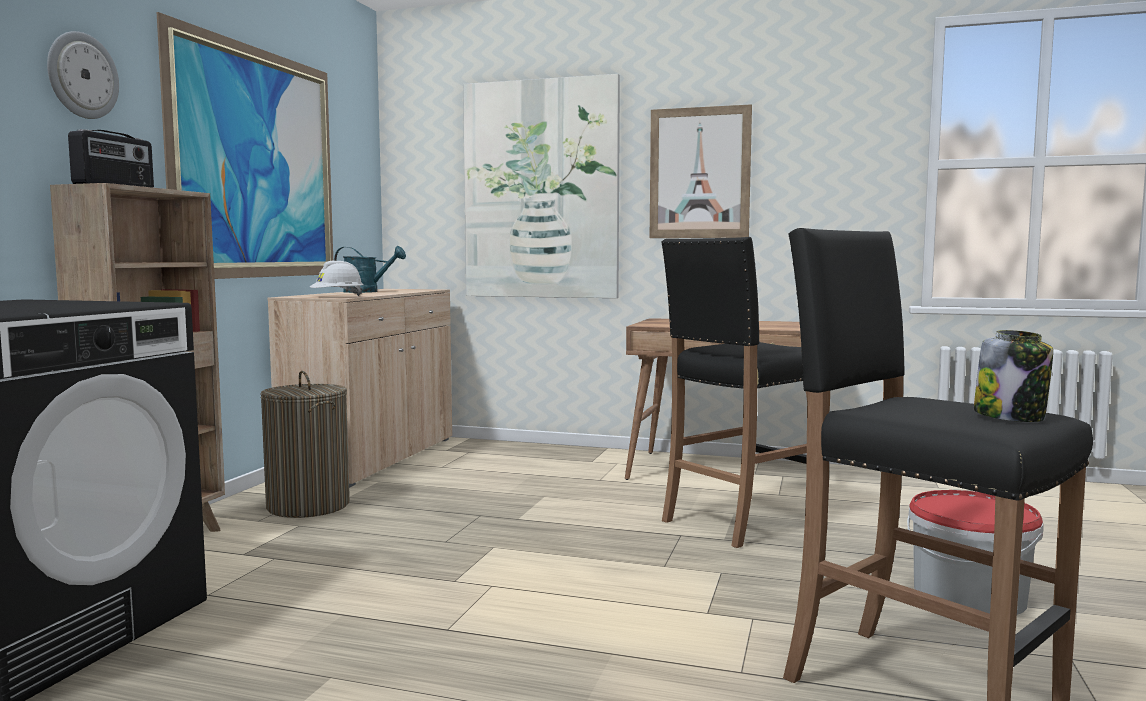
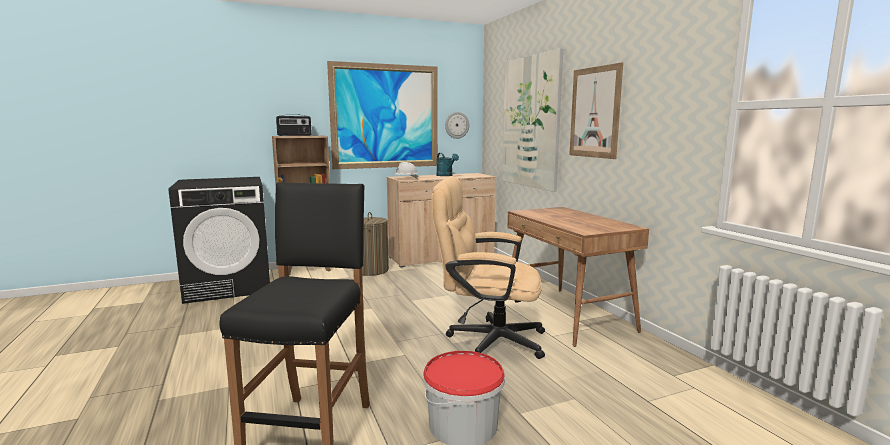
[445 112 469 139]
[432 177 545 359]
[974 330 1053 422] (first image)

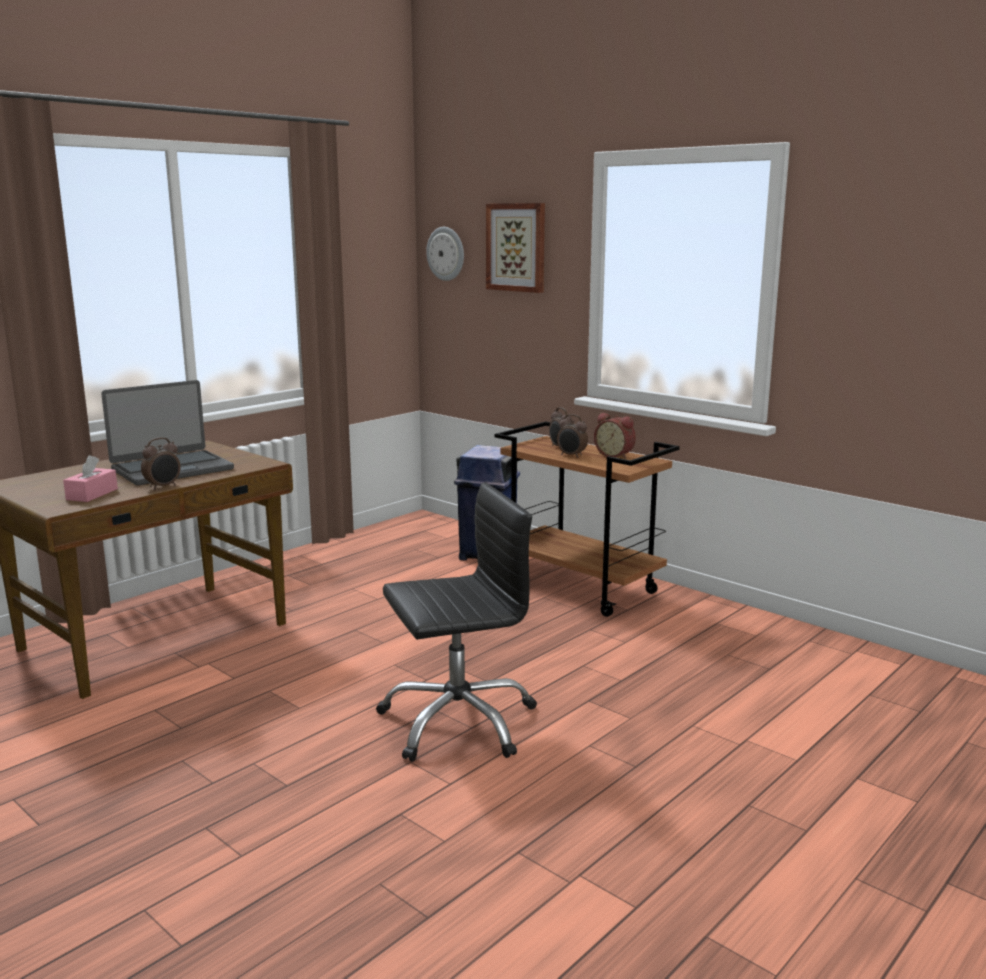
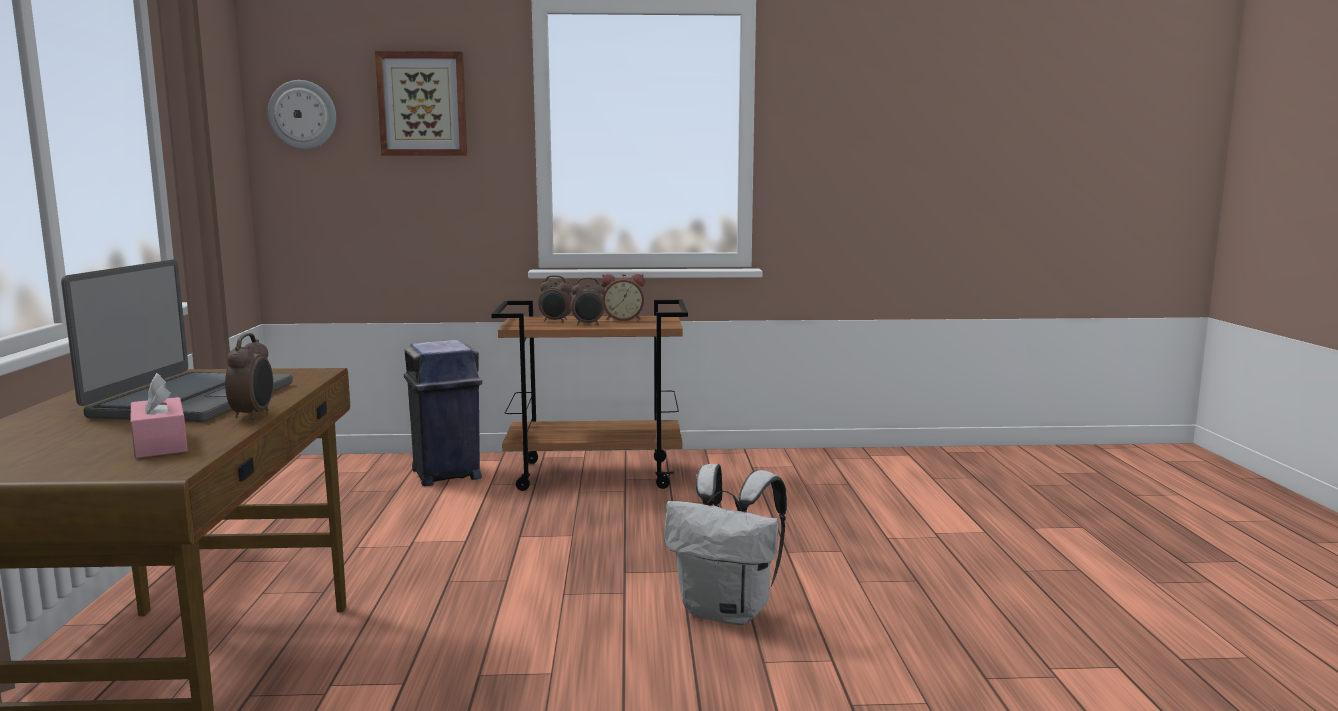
[664 464 787 625]

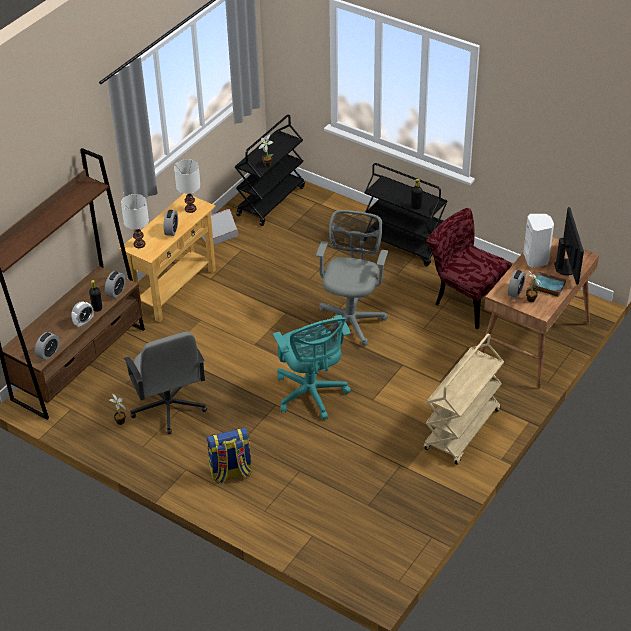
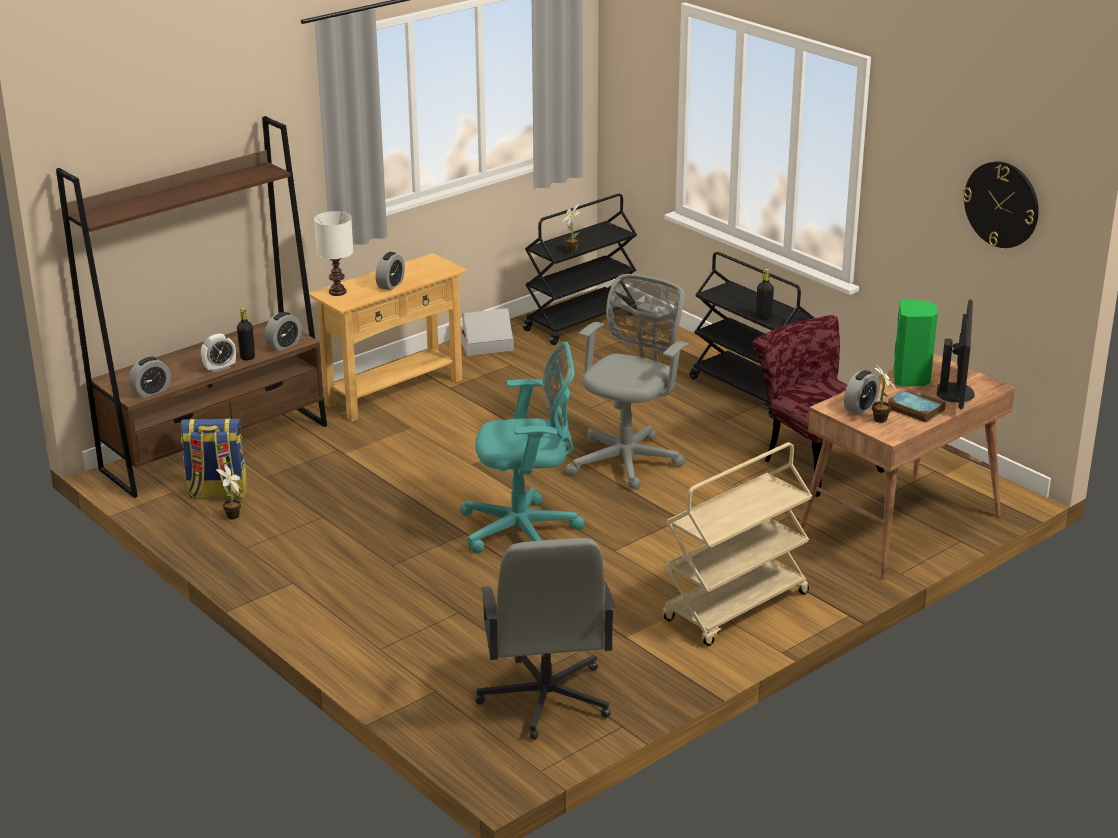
[174 159 201 213] (first image)
[893 299 938 386]
[460 342 585 554]
[475 538 615 740]
[181 418 247 499]
[963 161 1039 248]

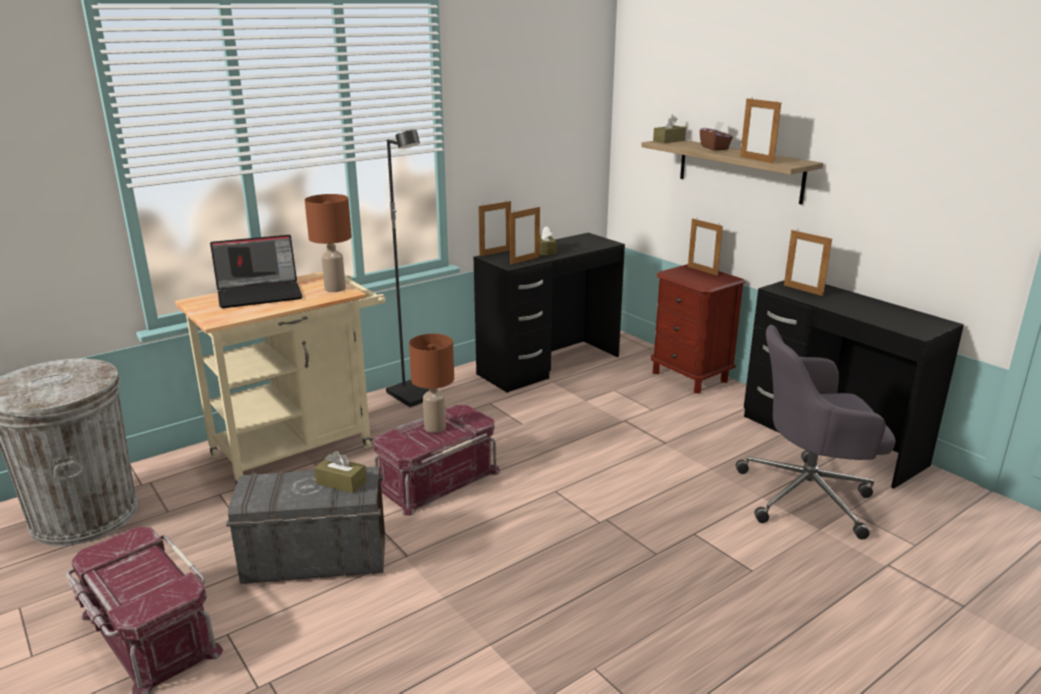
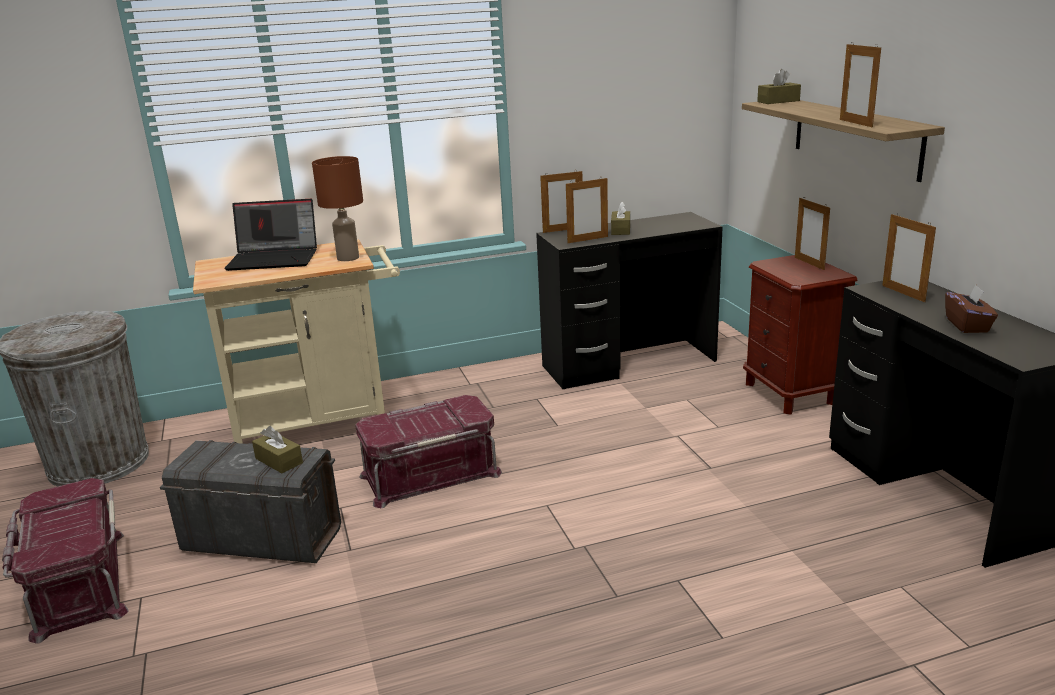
[945 285 998 333]
[386 130 429 408] (first image)
[736 325 895 539] (first image)
[409 334 454 433] (first image)

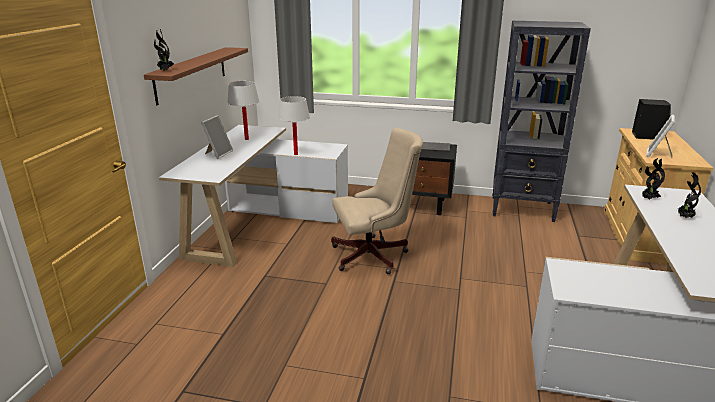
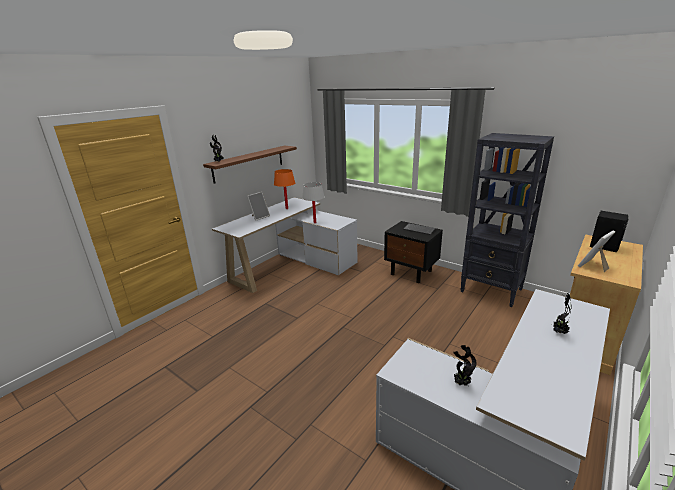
[274 169 295 209]
[331 128 423 274] (first image)
[453 345 477 386]

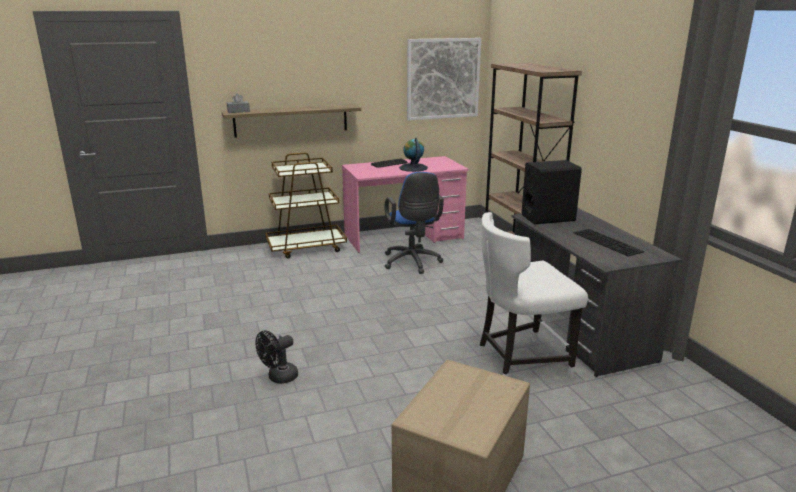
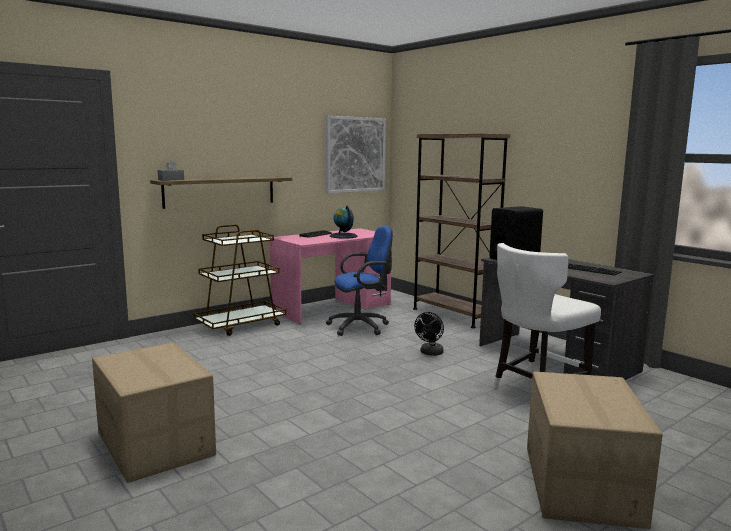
[326 226 393 336]
[414 312 444 356]
[92 342 216 483]

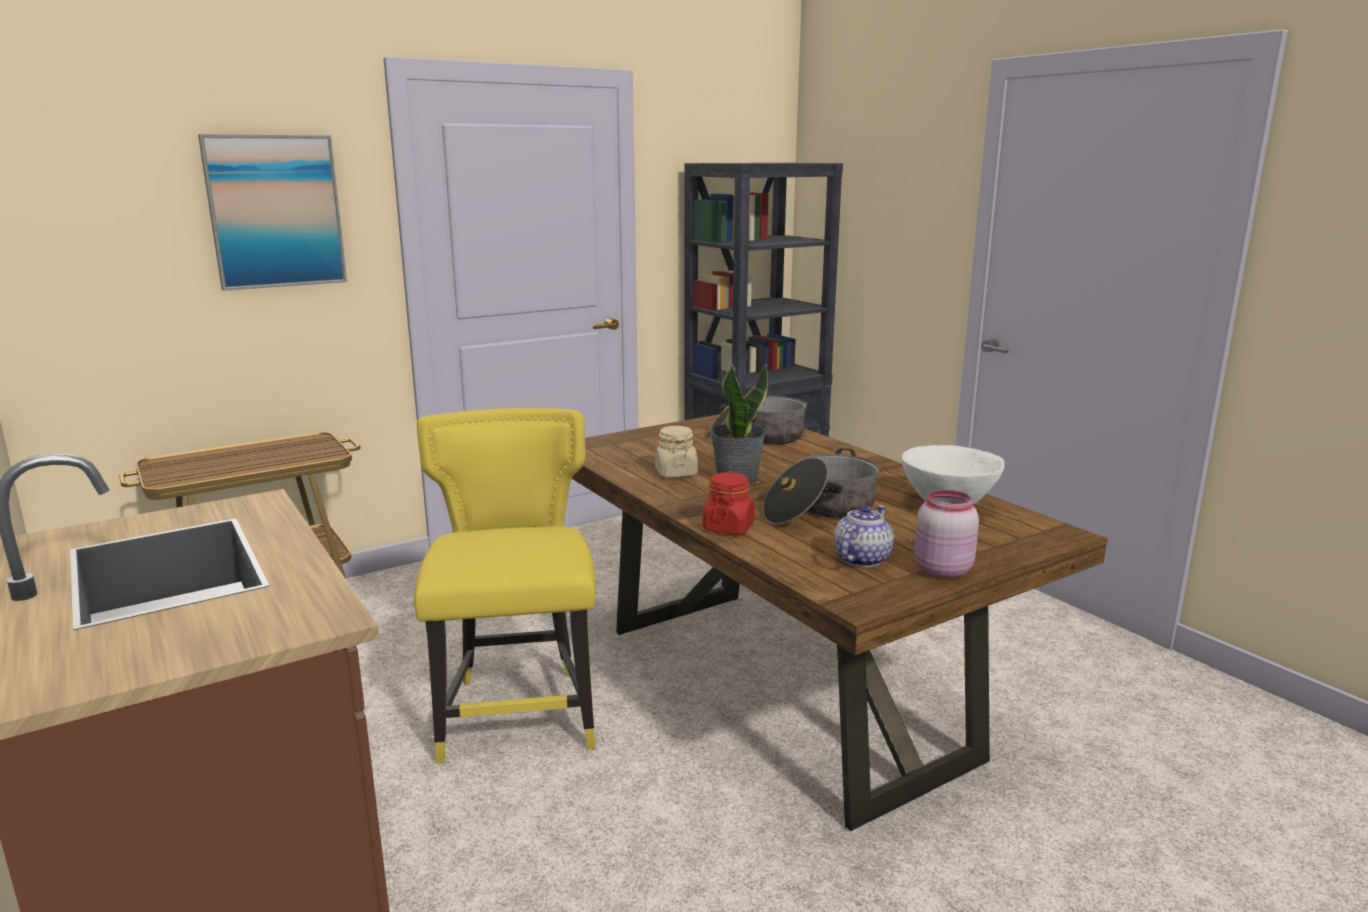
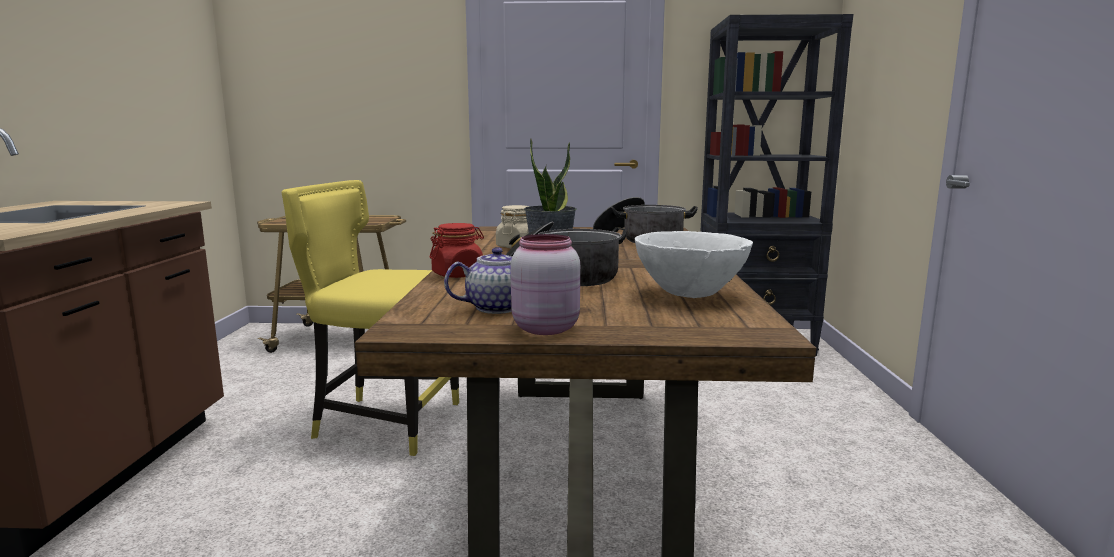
[198 134 347 291] (first image)
[282 180 459 456]

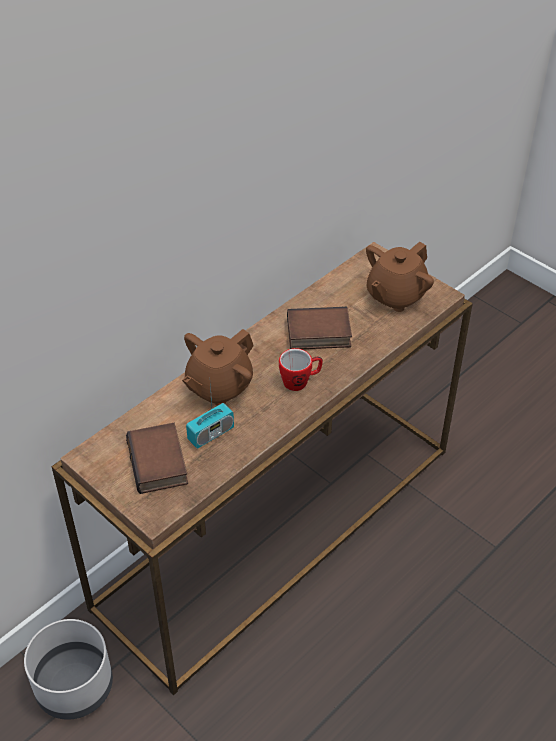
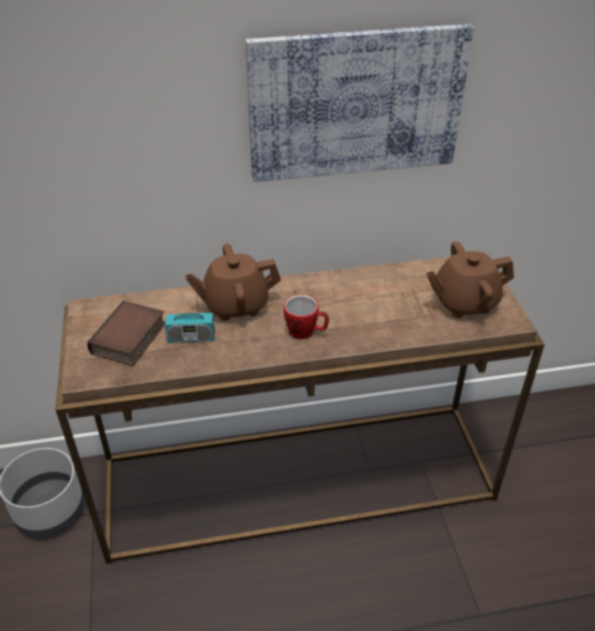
[287 307 352 349] (first image)
[246 24 474 182]

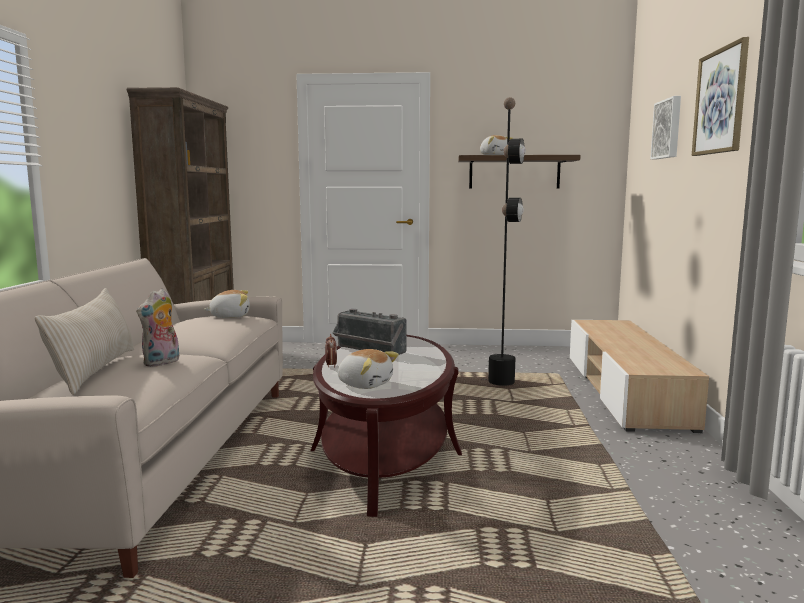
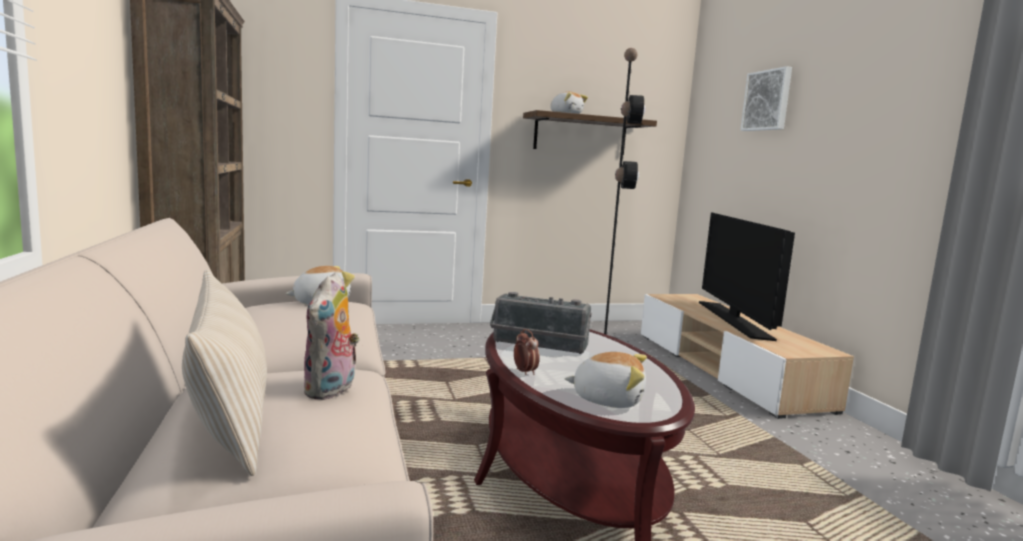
[692 37 749 156] (first image)
[699 212 795 341]

